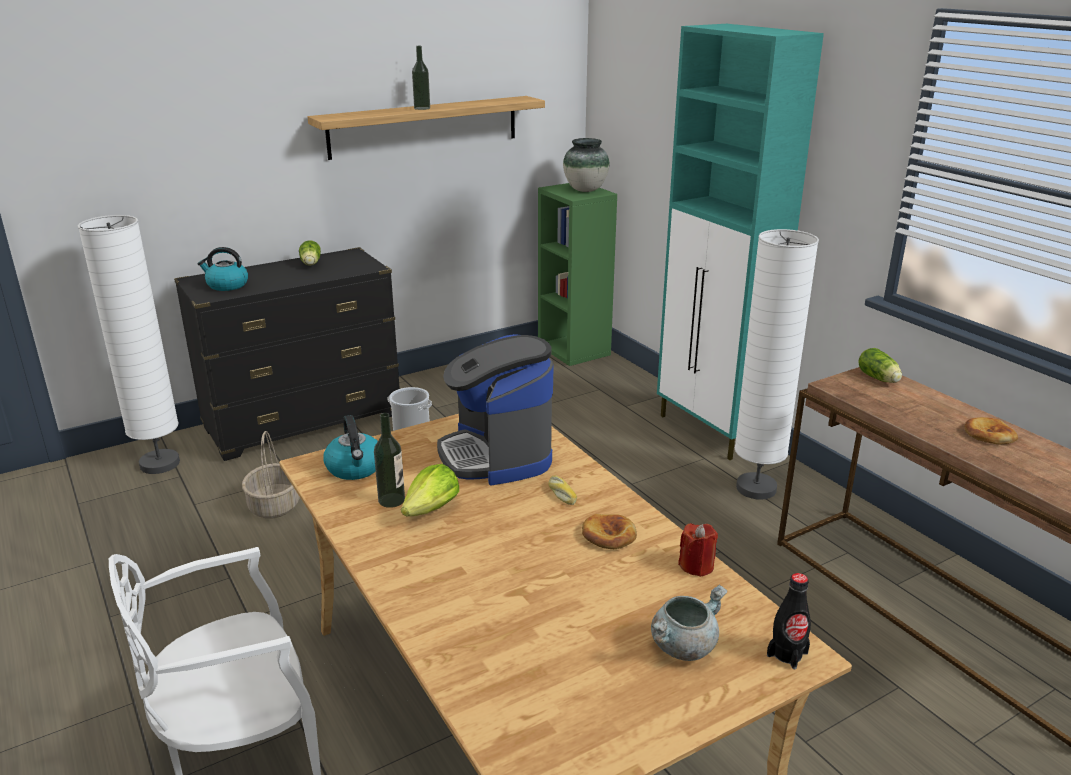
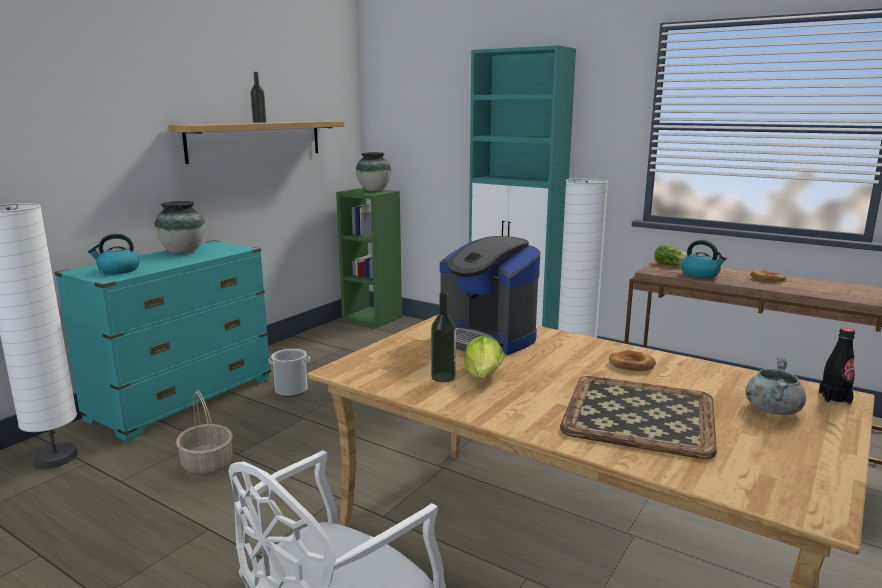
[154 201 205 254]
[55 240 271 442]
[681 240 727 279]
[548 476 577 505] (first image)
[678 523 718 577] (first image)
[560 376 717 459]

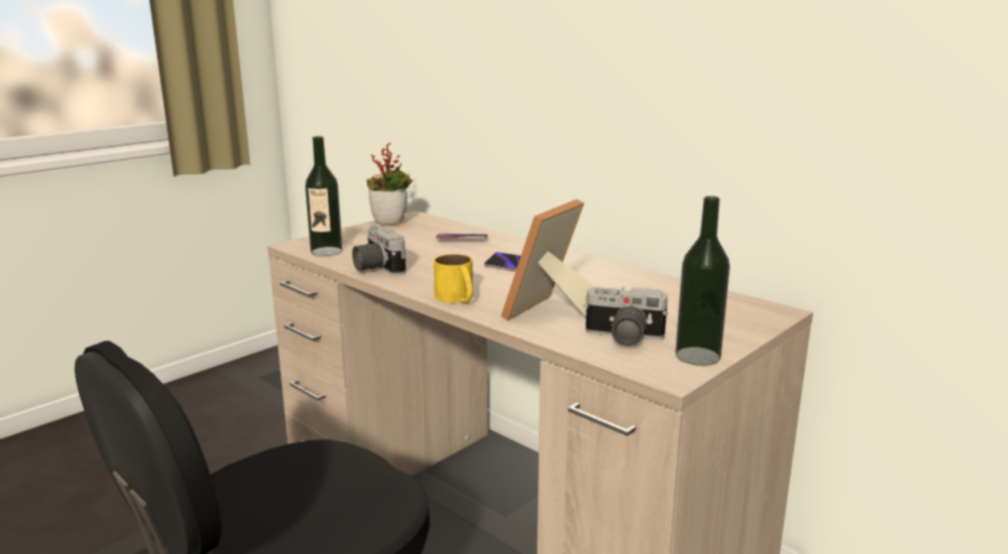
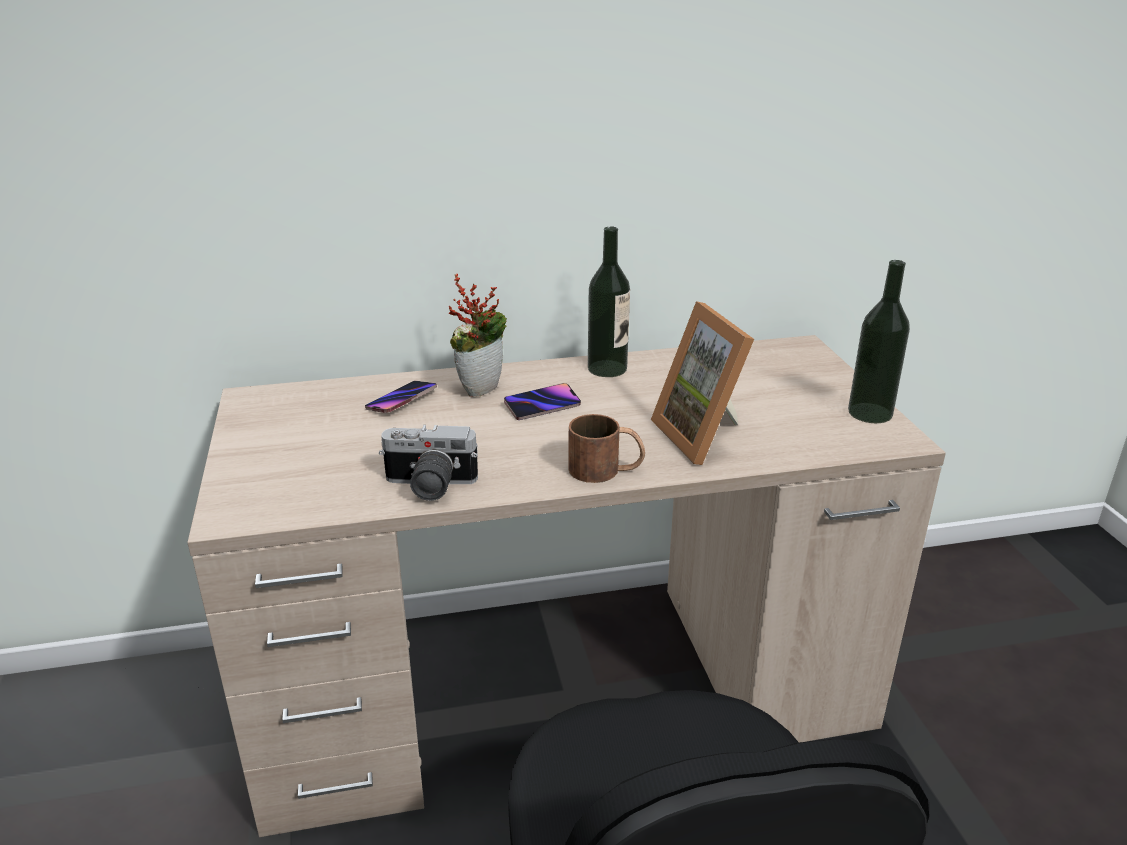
[588 226 630 377]
[449 273 507 397]
[569 414 645 483]
[583 286 668 346] (first image)

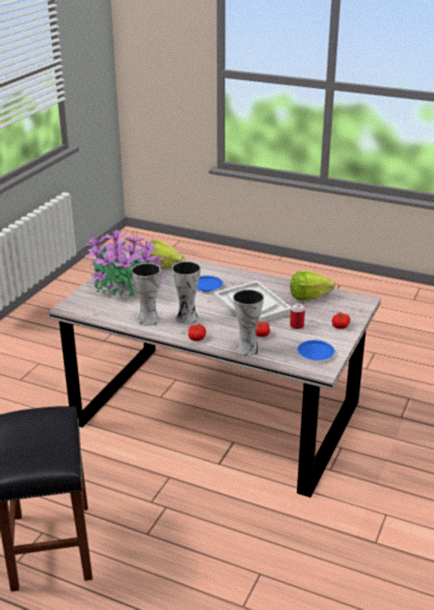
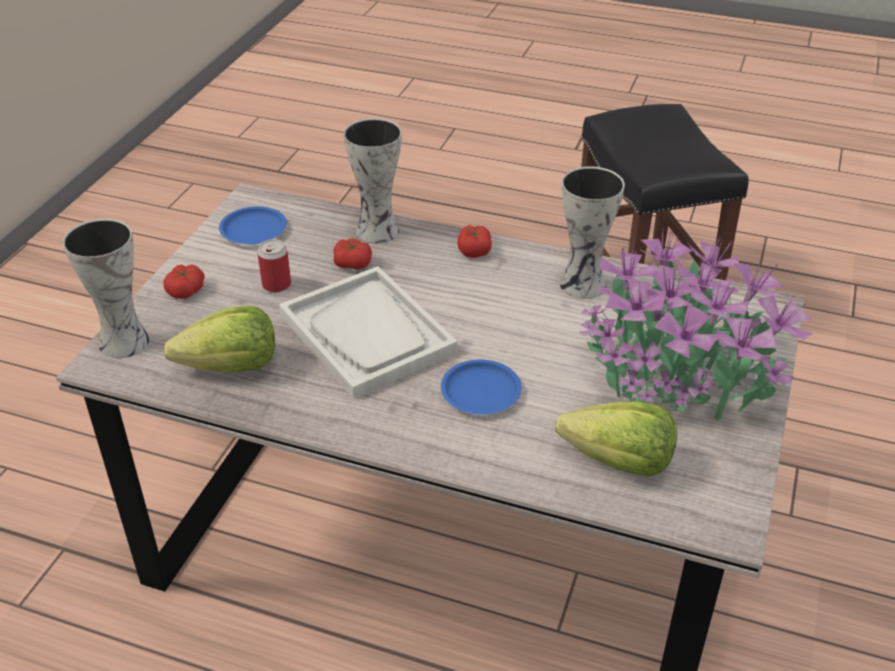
[63 218 150 358]

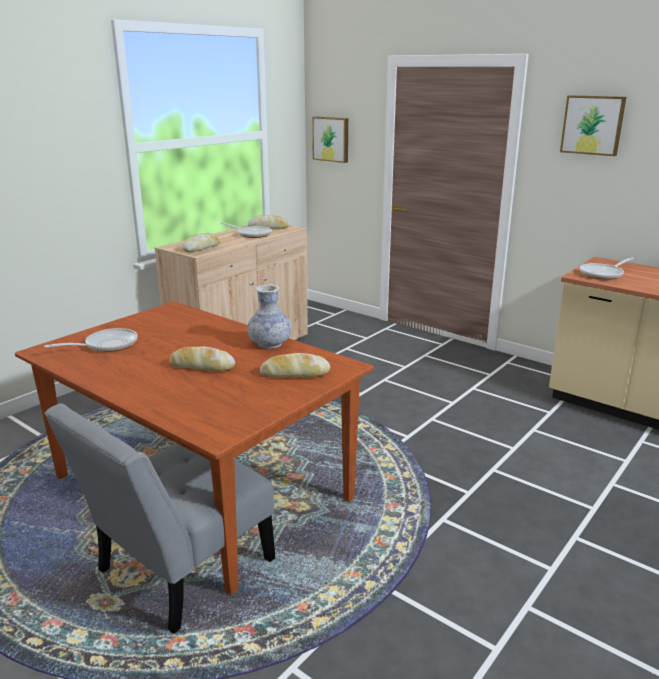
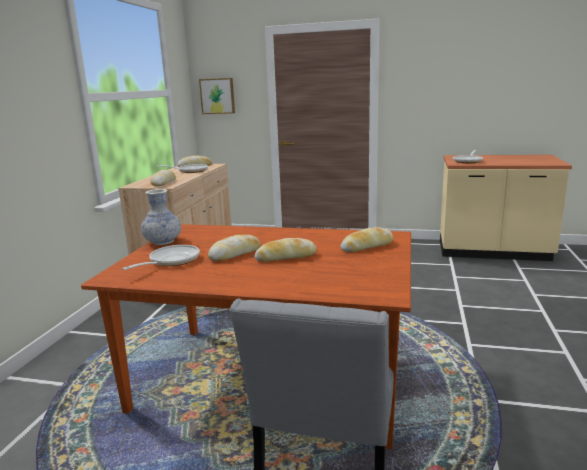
[560 95 626 156] (first image)
[141 189 181 245]
[208 234 261 261]

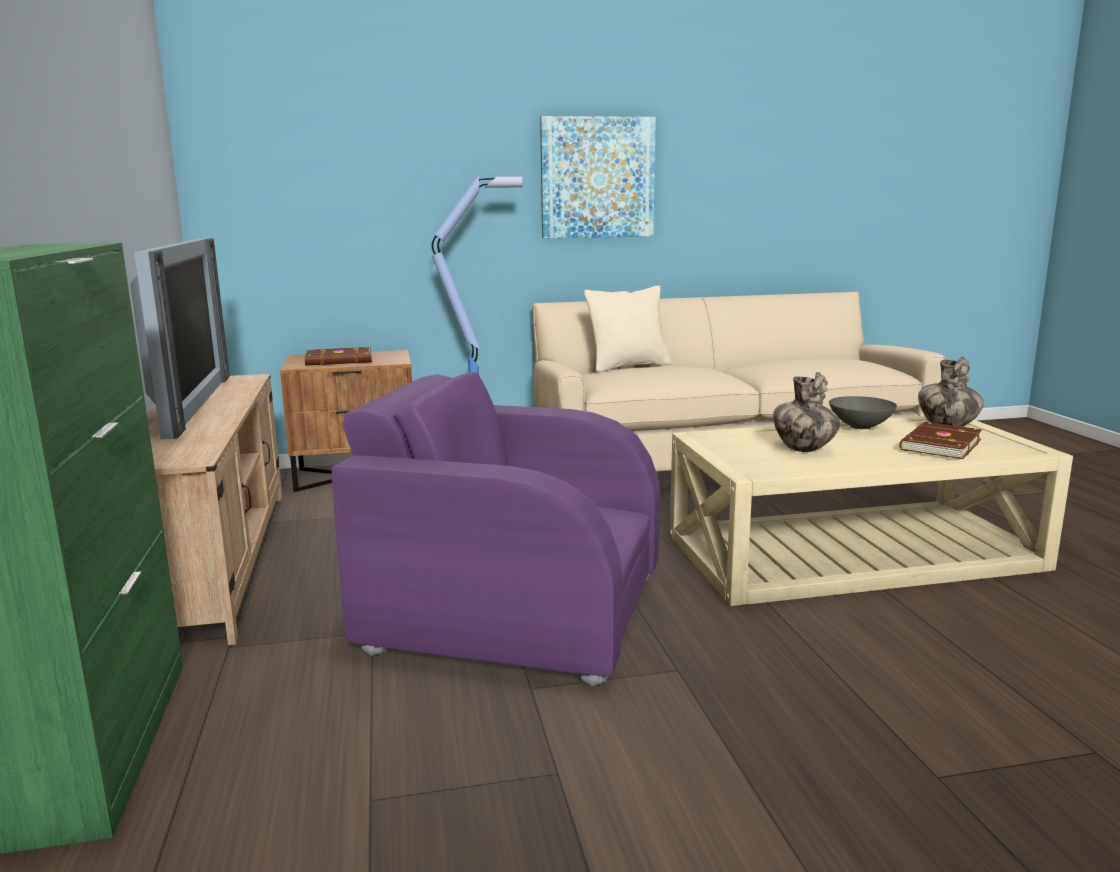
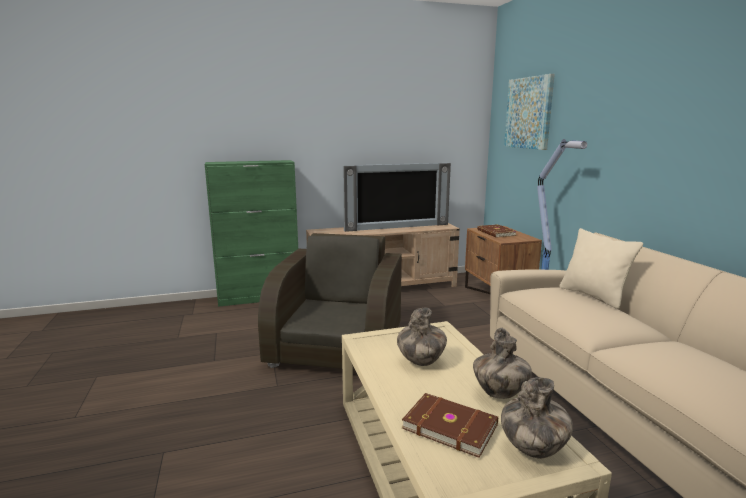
[504 74 555 150]
[258 233 402 370]
[473 328 532 399]

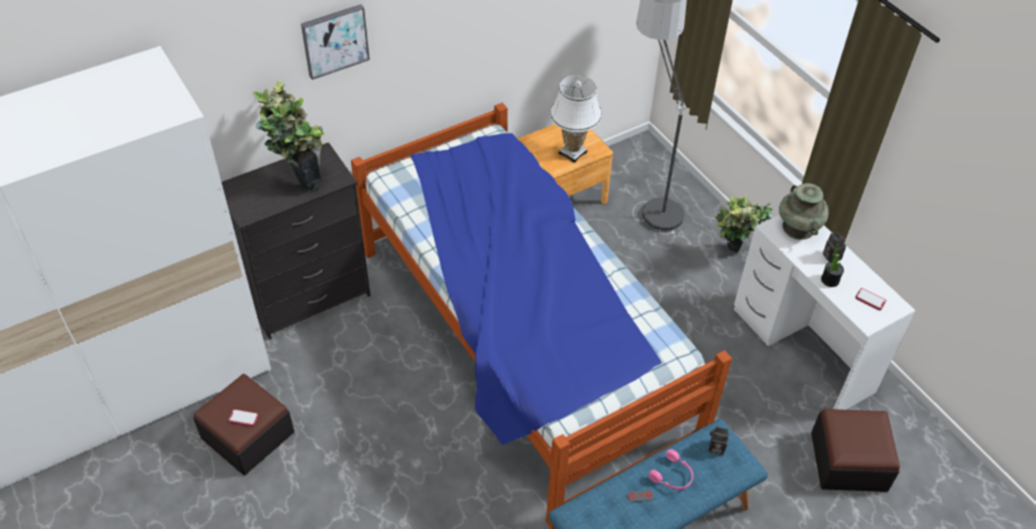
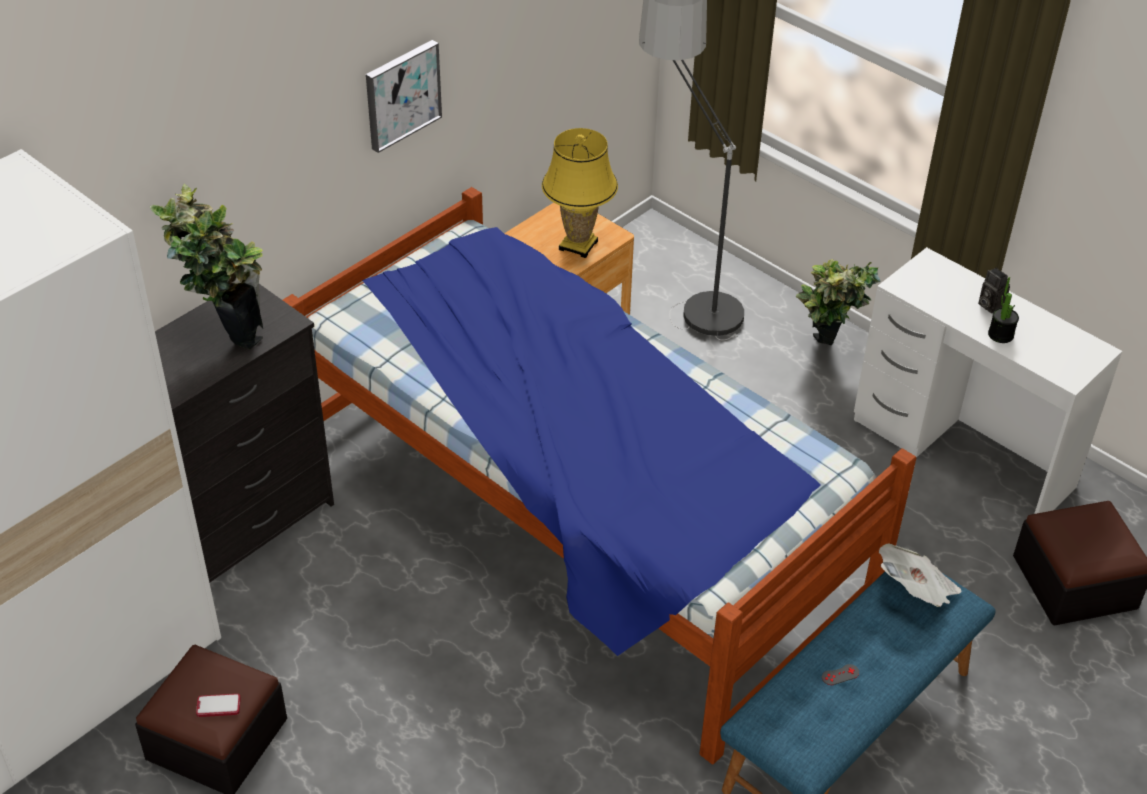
[366 40 442 153]
[542 128 618 258]
[779 183 828 240] (first image)
[855 288 886 310] (first image)
[879 543 962 607]
[649 449 693 490] (first image)

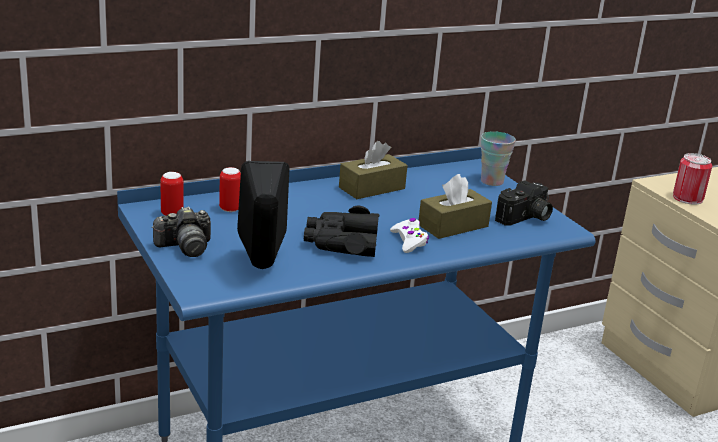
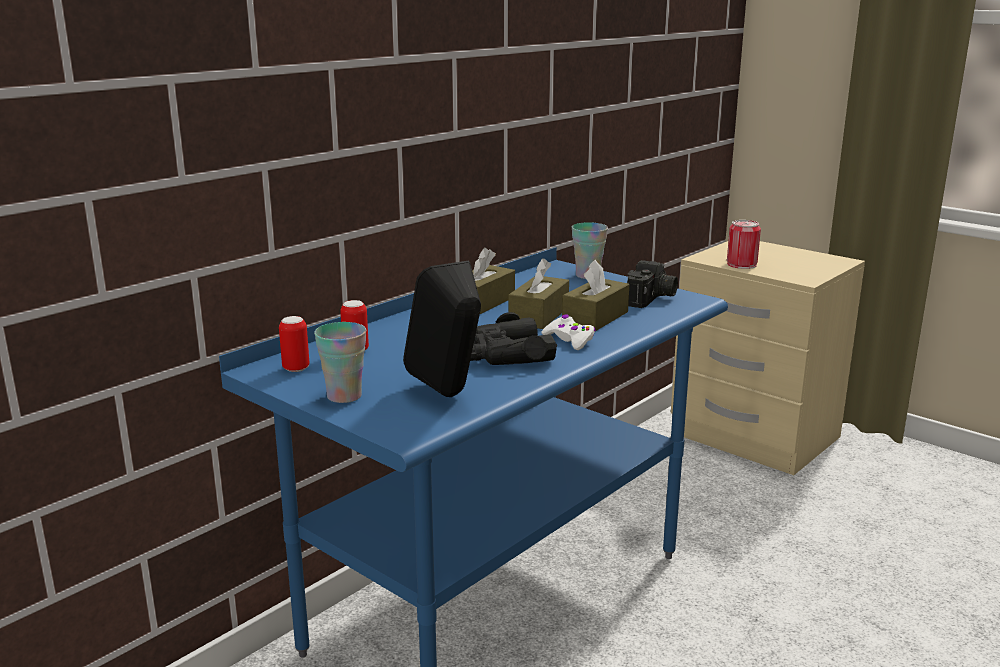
[314 322 366 403]
[508 258 569 329]

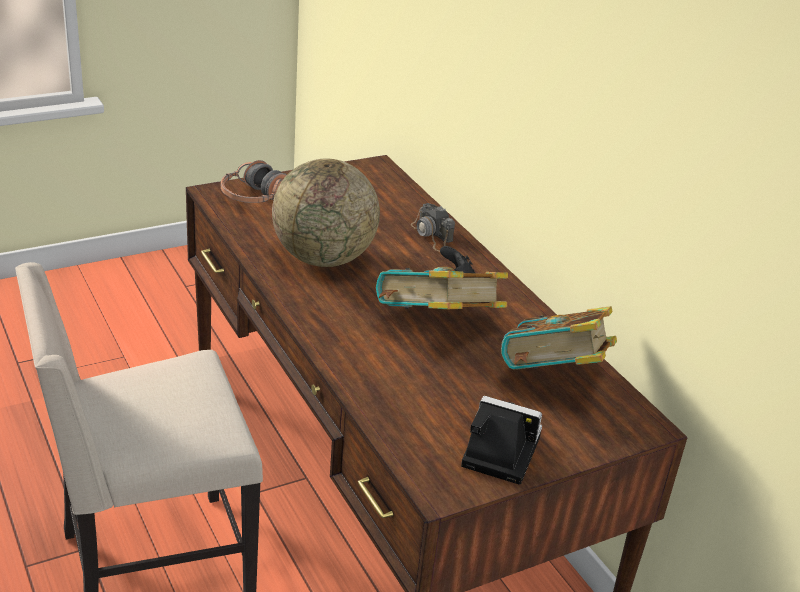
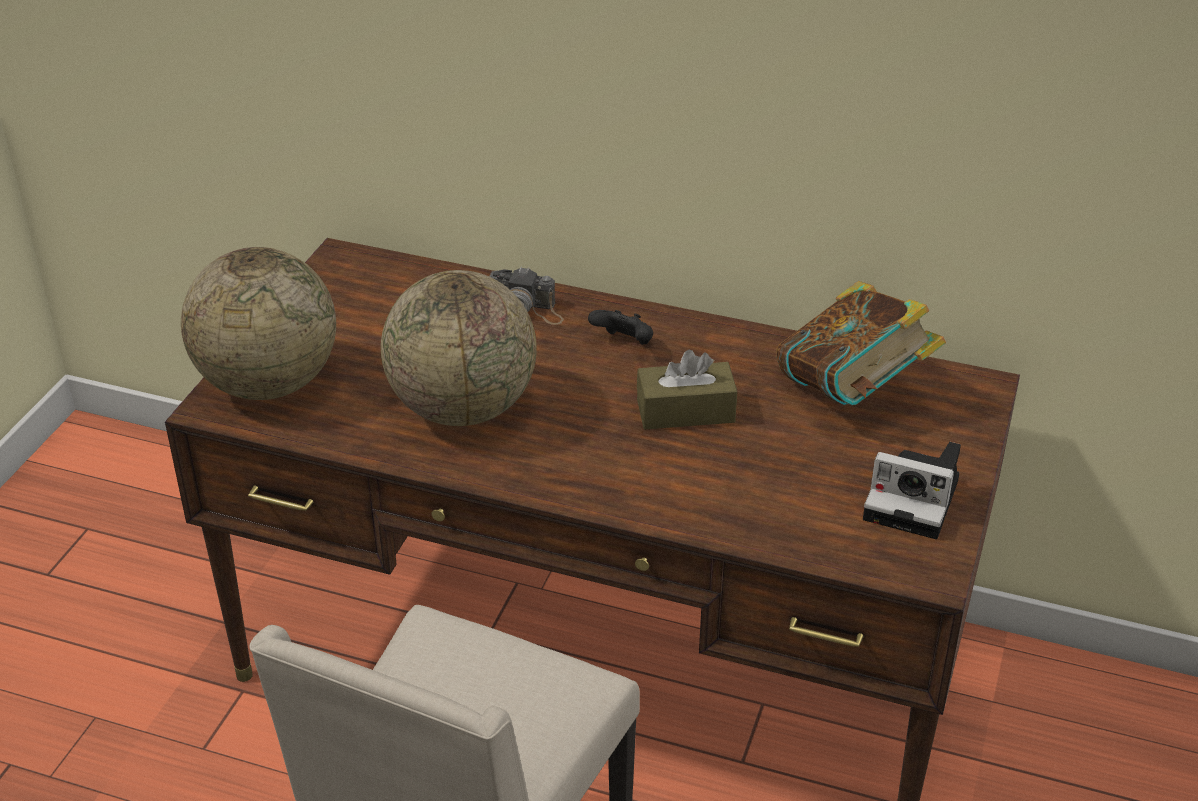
[181 247 336 400]
[637 350 737 429]
[863 442 961 539]

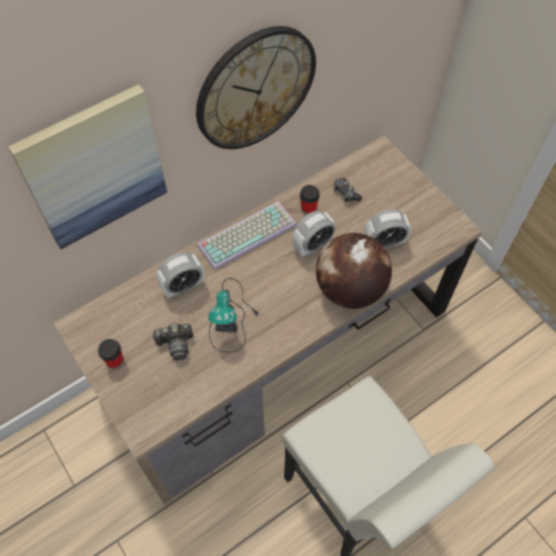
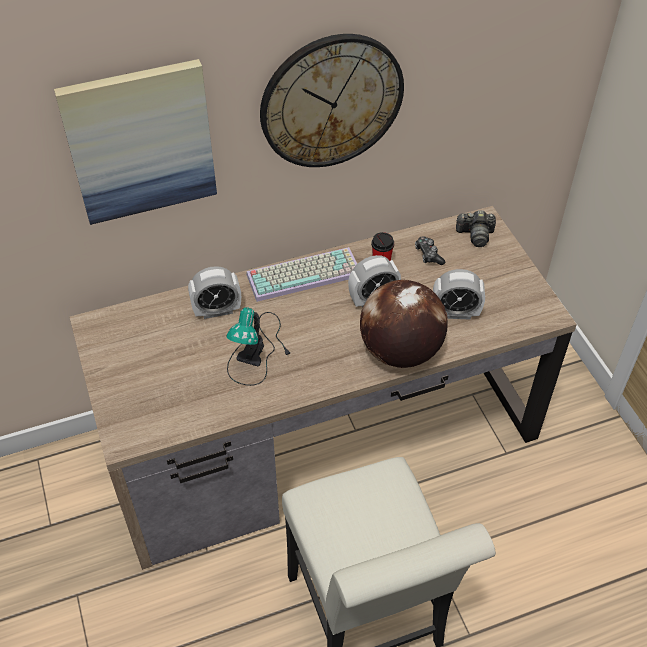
[456 210 496 247]
[98 339 124 369] (first image)

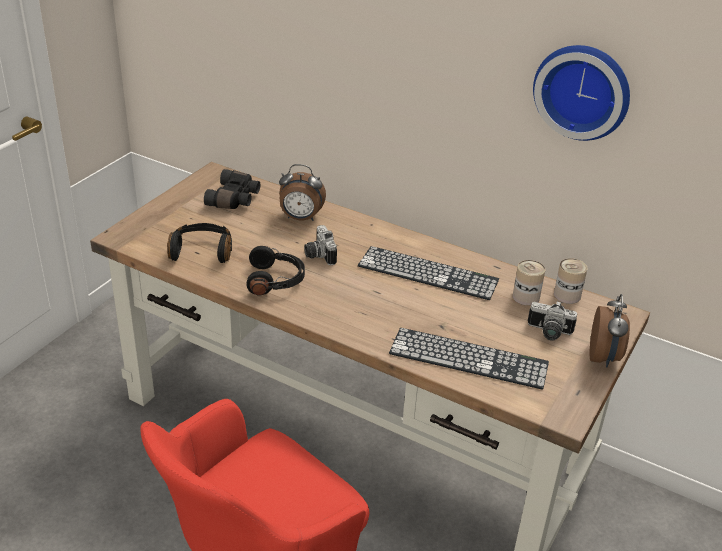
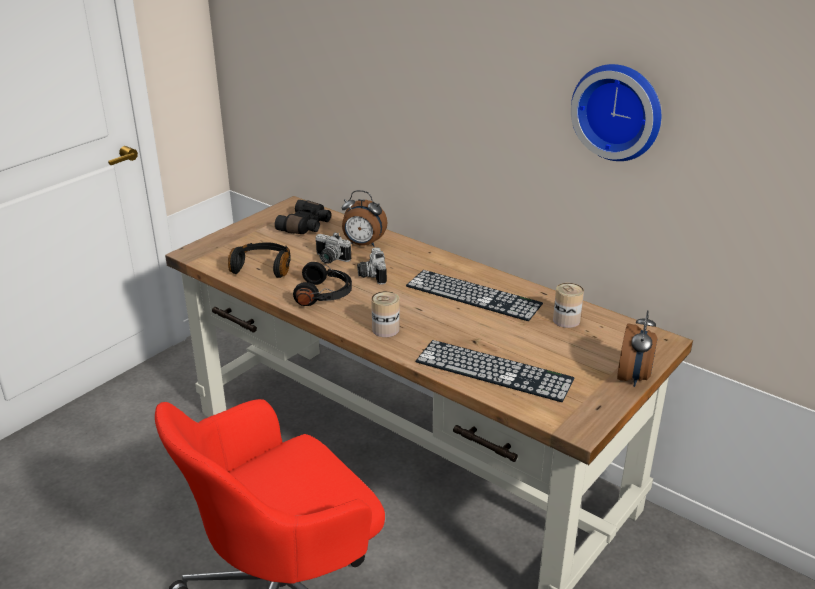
[371 291 400 337]
[315 232 351 264]

